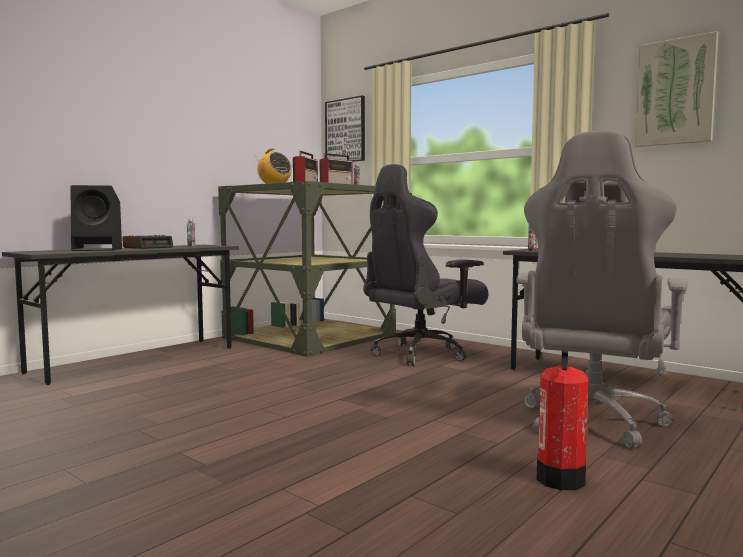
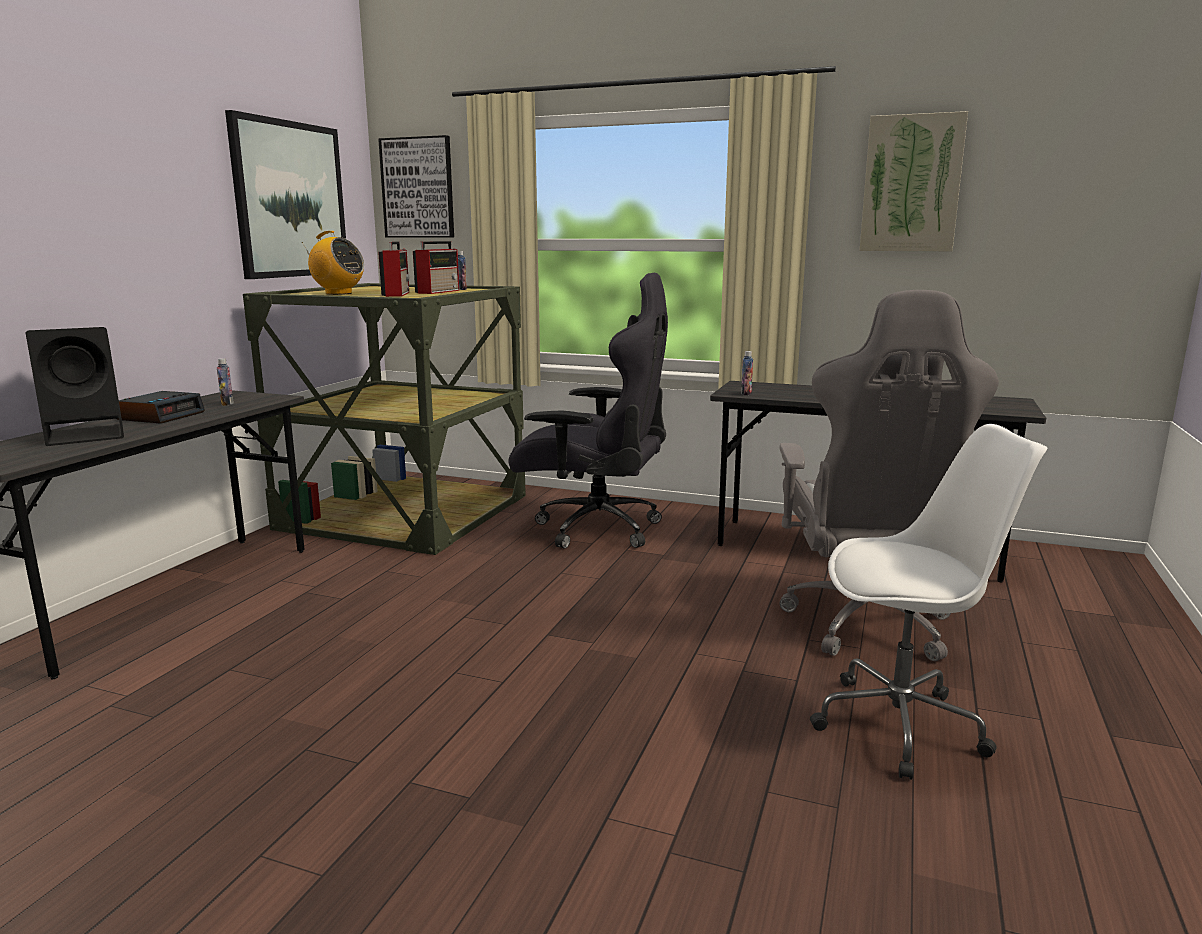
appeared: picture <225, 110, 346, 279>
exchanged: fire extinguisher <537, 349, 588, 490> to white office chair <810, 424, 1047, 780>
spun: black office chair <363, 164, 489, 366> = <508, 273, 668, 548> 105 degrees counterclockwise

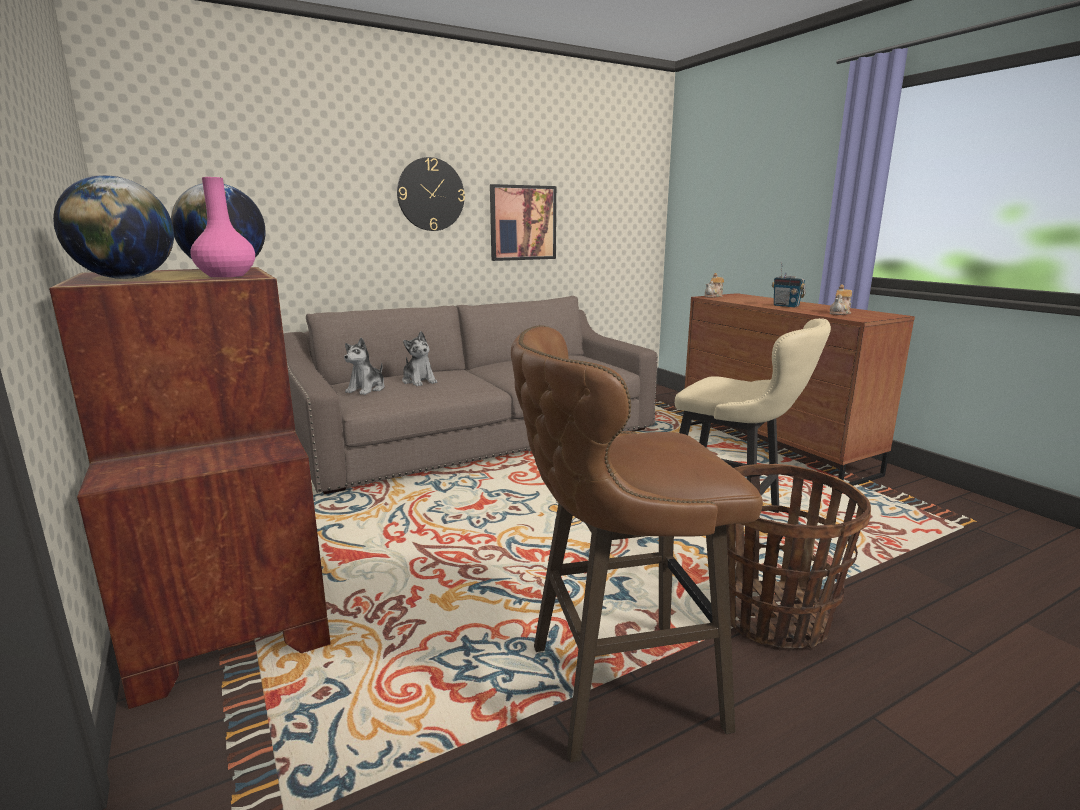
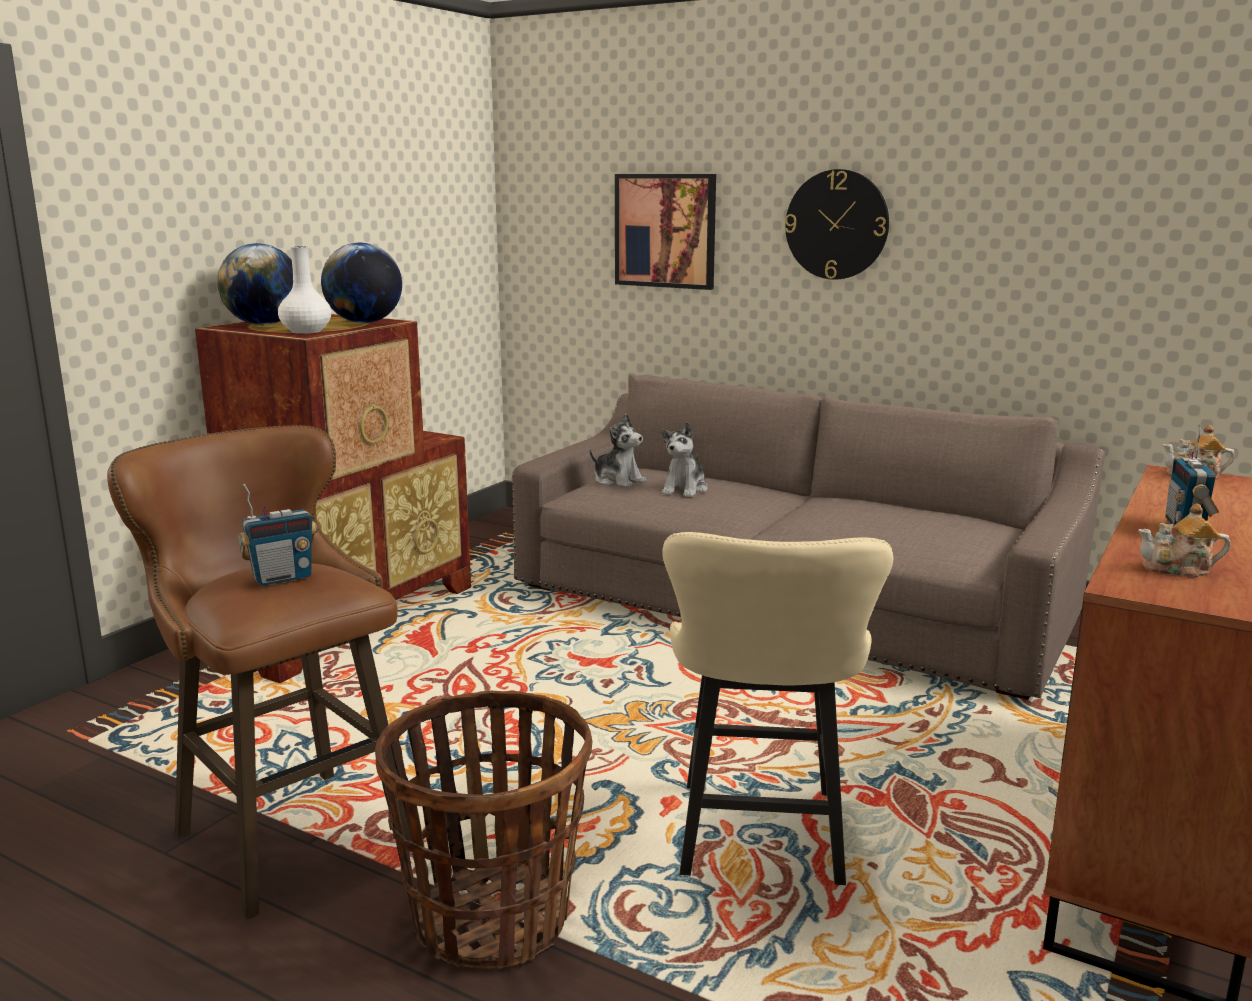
appeared: radio <238, 484, 317, 586>
relocated: picture <490, 184, 556, 261> to <615, 174, 716, 290>
colour: pink vase <190, 177, 255, 278> to white vase <278, 246, 332, 334>
spun: plush toy <344, 337, 385, 395> = <590, 414, 646, 488> 135 degrees counterclockwise

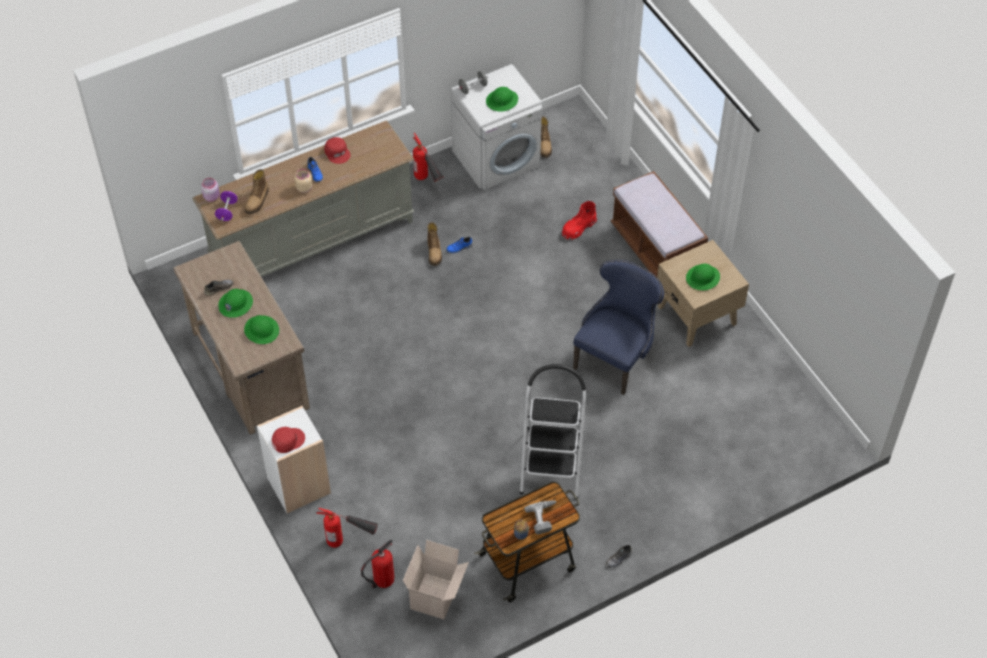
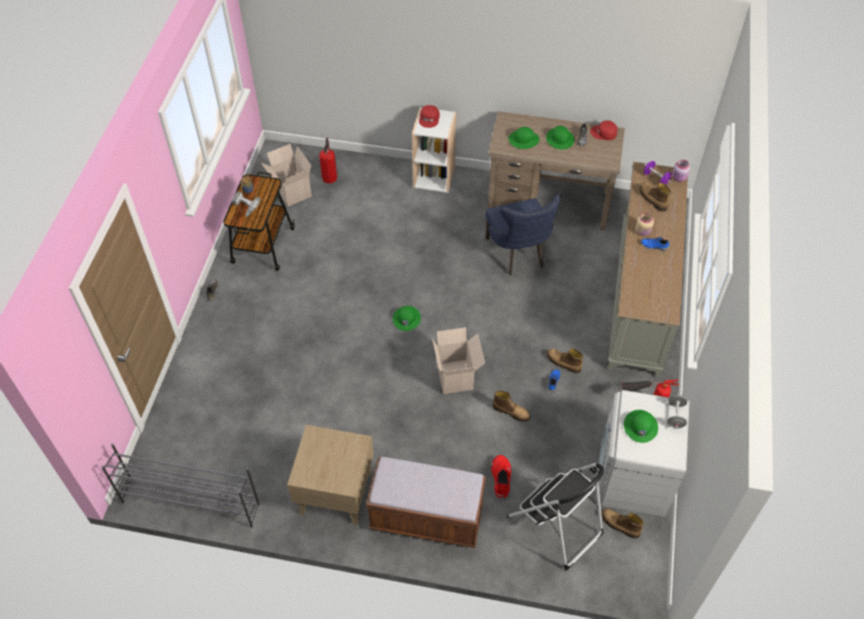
missing: fire extinguisher <316, 508, 378, 548>
appeared: grey shoe rack <101, 443, 260, 528>; cardboard box <432, 327, 485, 394>; boot <493, 390, 531, 422>
relocated: red cap <324, 137, 351, 164> to <590, 120, 617, 140>; step ladder <520, 364, 586, 499> to <507, 463, 604, 571>; blue chair <573, 260, 664, 395> to <485, 194, 561, 275>; green hard hat <686, 264, 720, 290> to <392, 306, 421, 331>

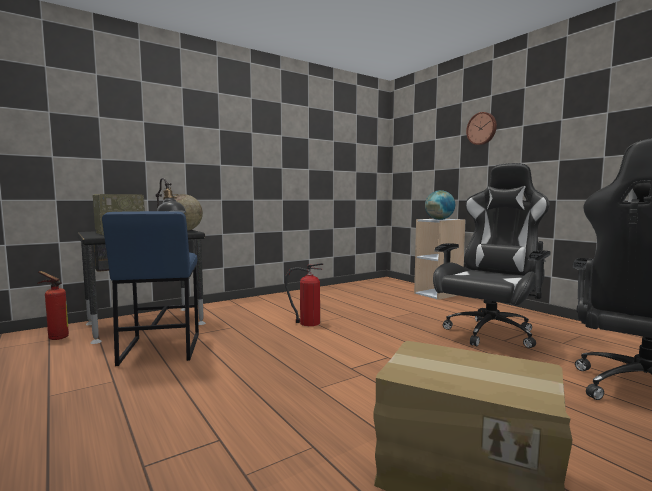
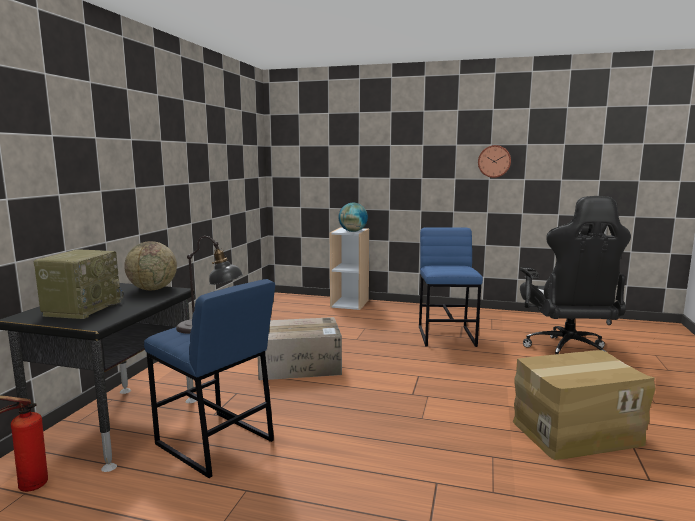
relocated: wall clock <466, 112, 497, 145> to <478, 145, 511, 178>
exchanged: fire extinguisher <285, 263, 323, 326> to cardboard box <258, 317, 342, 380>; black office chair <433, 163, 551, 348> to blue stool <419, 227, 483, 347>

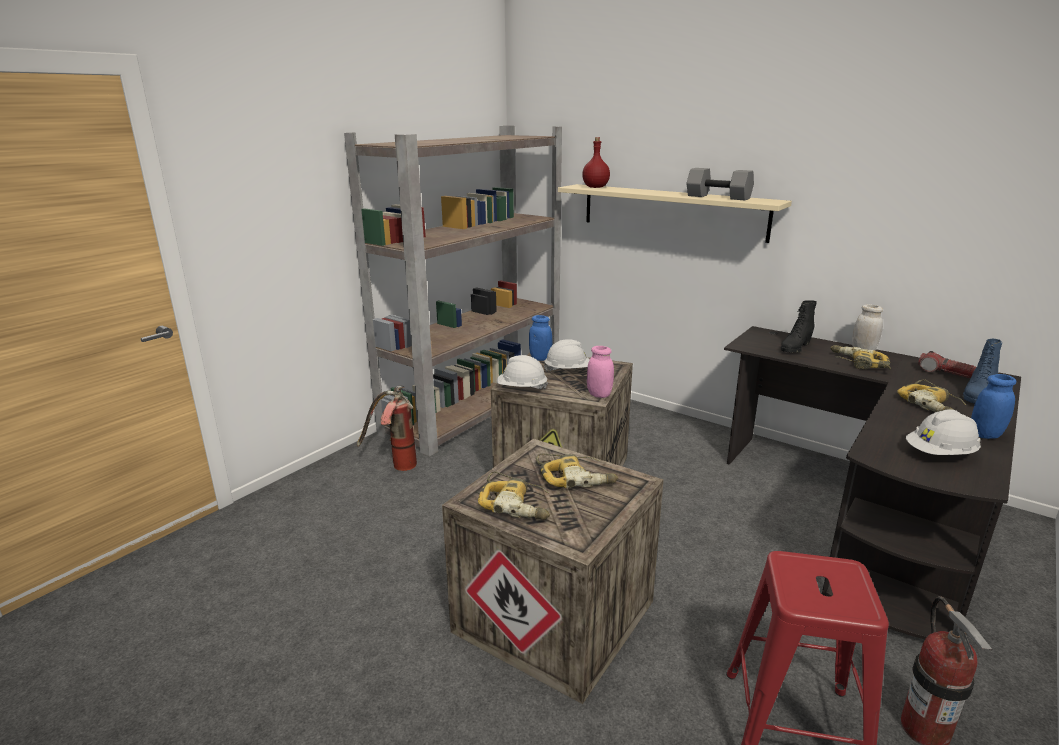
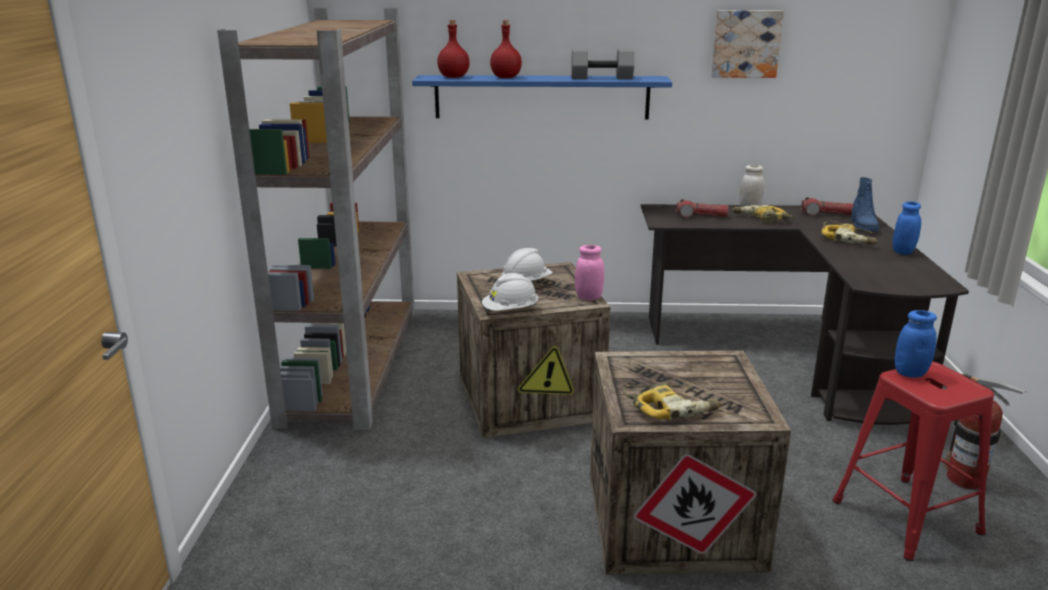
missing: fire extinguisher <357, 386, 417, 471>; power drill <536, 453, 618, 488>; white hard hat <906, 409, 981, 455>
appeared: red bottle <490, 20, 522, 78>; picture <711, 10, 784, 78>
relocated: blue jar <529, 315, 552, 361> to <895, 310, 937, 378>
exchanged: black boot <781, 300, 817, 353> to flashlight <676, 199, 728, 218>
colour: beige shelf <558, 184, 792, 243> to blue shelf <412, 75, 672, 120>

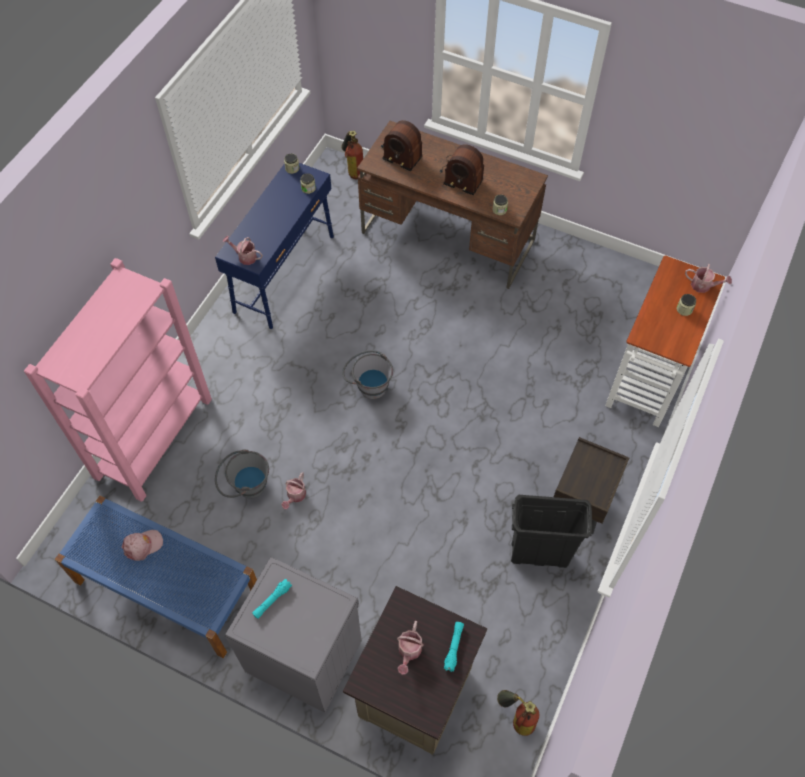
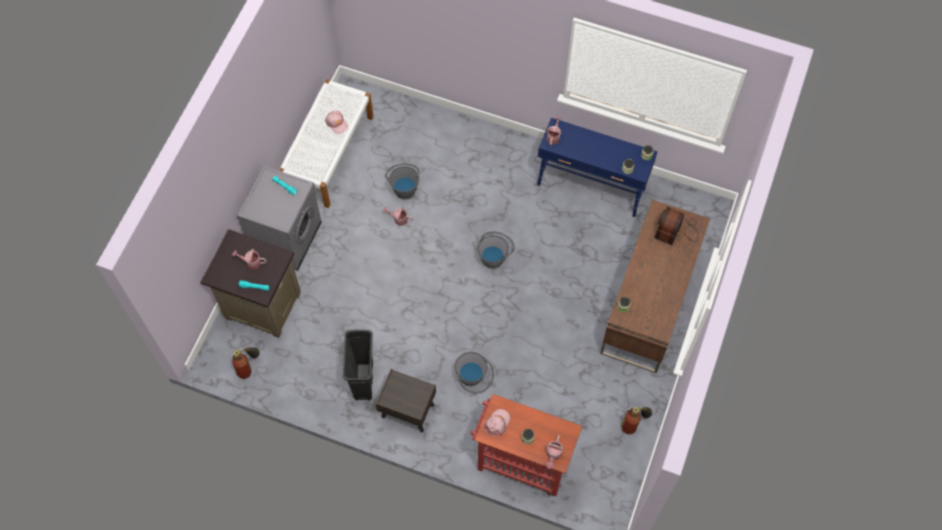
missing: pink bookcase <24, 258, 212, 502>; radio <440, 144, 484, 195>
appeared: grey bucket <455, 352, 494, 393>; pink cap <484, 409, 510, 436>
relocated: fire extinguisher <341, 131, 363, 179> to <621, 407, 652, 434>
colour: blue bench <55, 496, 257, 658> to white bench <279, 79, 373, 208>; white cart <605, 255, 725, 427> to red cart <471, 394, 582, 496>

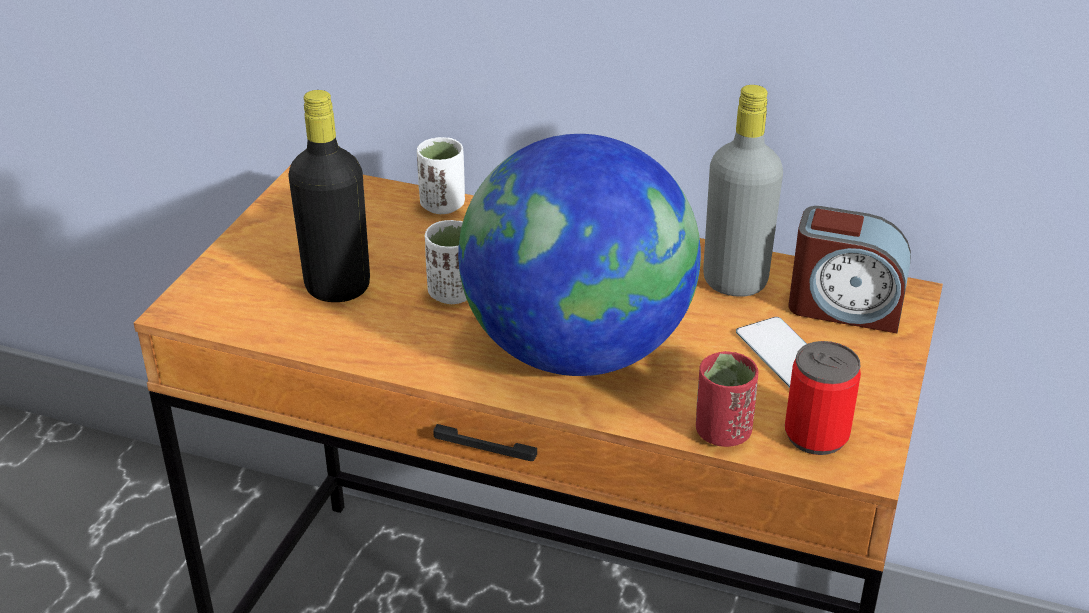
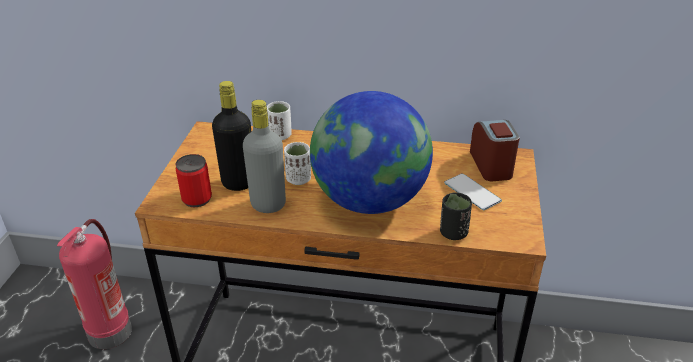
appeared: fire extinguisher <57, 219, 132, 349>
relocated: grey bottle <703, 85, 783, 297> to <243, 100, 286, 213>; can <785, 341, 861, 455> to <176, 154, 212, 207>
colour: red cup <696, 351, 758, 447> to black cup <440, 193, 472, 240>
spun: alarm clock <788, 206, 911, 333> = <470, 120, 520, 181> 105 degrees counterclockwise

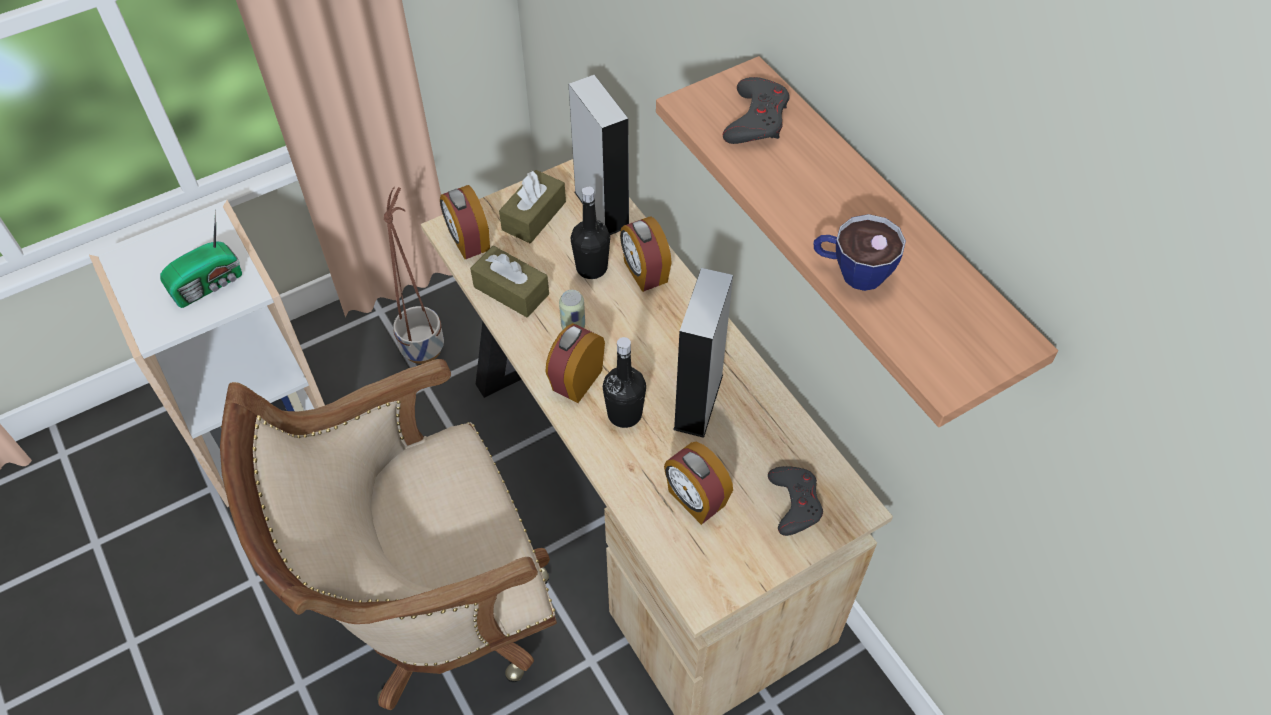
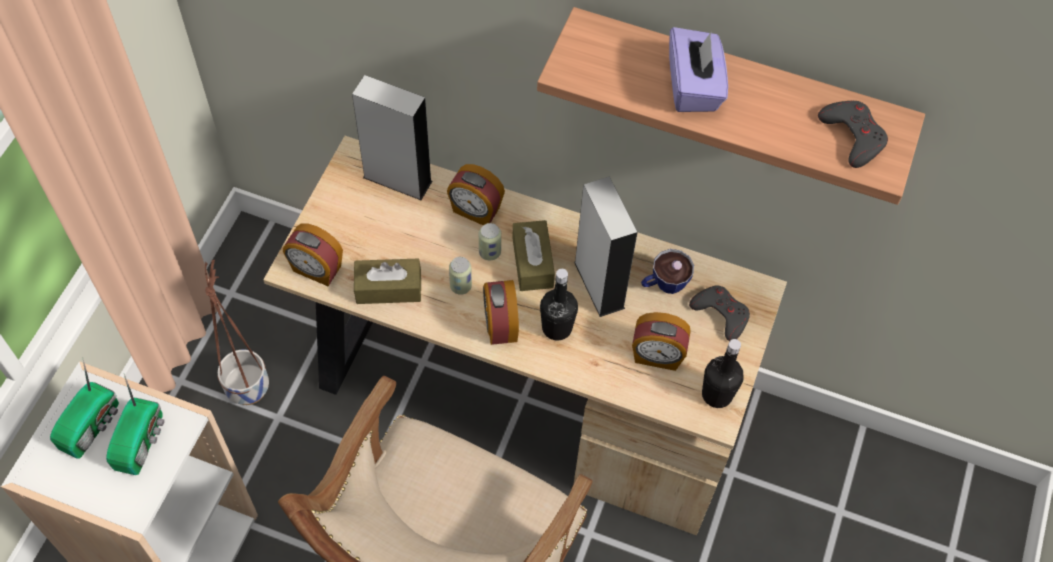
appeared: radio <50, 359, 119, 458>; can <479, 223, 501, 260>; purple tissue box <669, 27, 728, 112>
relocated: brown tissue box <499, 170, 566, 243> to <512, 220, 555, 291>; black bottle <571, 186, 610, 279> to <702, 339, 744, 408>; grey game controller <723, 77, 790, 144> to <818, 101, 888, 168>; cup <813, 214, 906, 291> to <641, 249, 694, 294>

